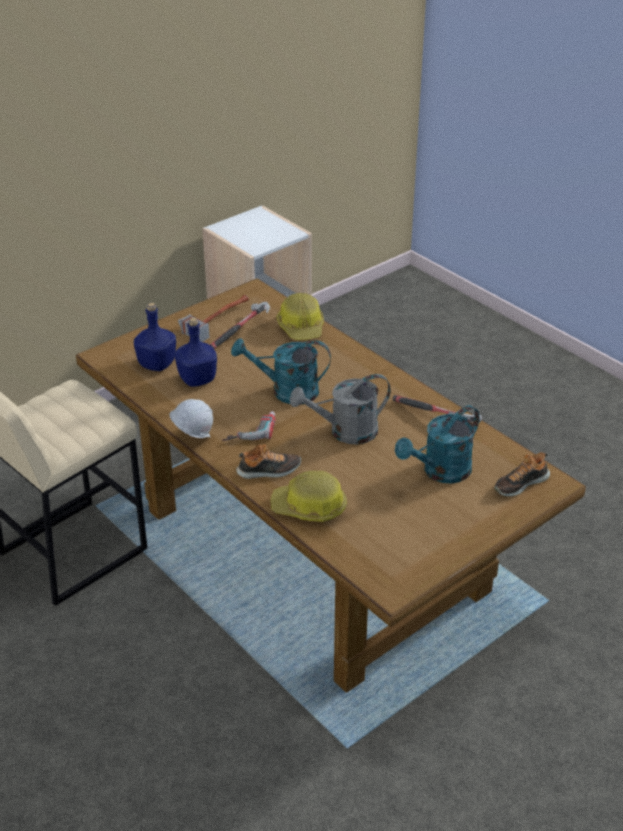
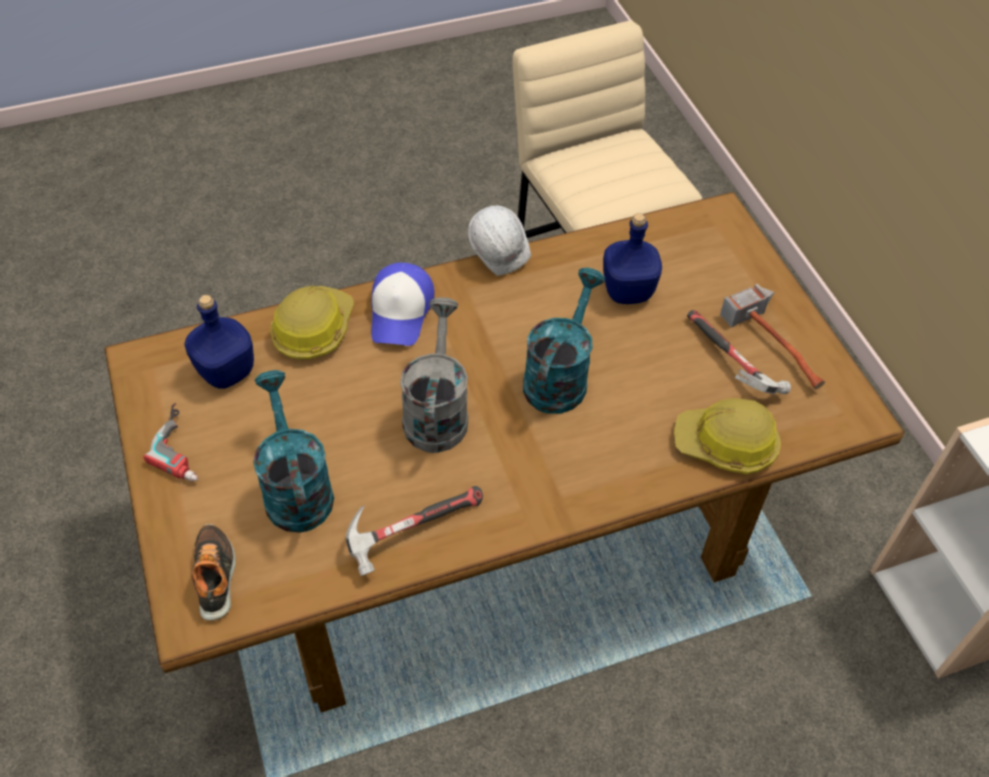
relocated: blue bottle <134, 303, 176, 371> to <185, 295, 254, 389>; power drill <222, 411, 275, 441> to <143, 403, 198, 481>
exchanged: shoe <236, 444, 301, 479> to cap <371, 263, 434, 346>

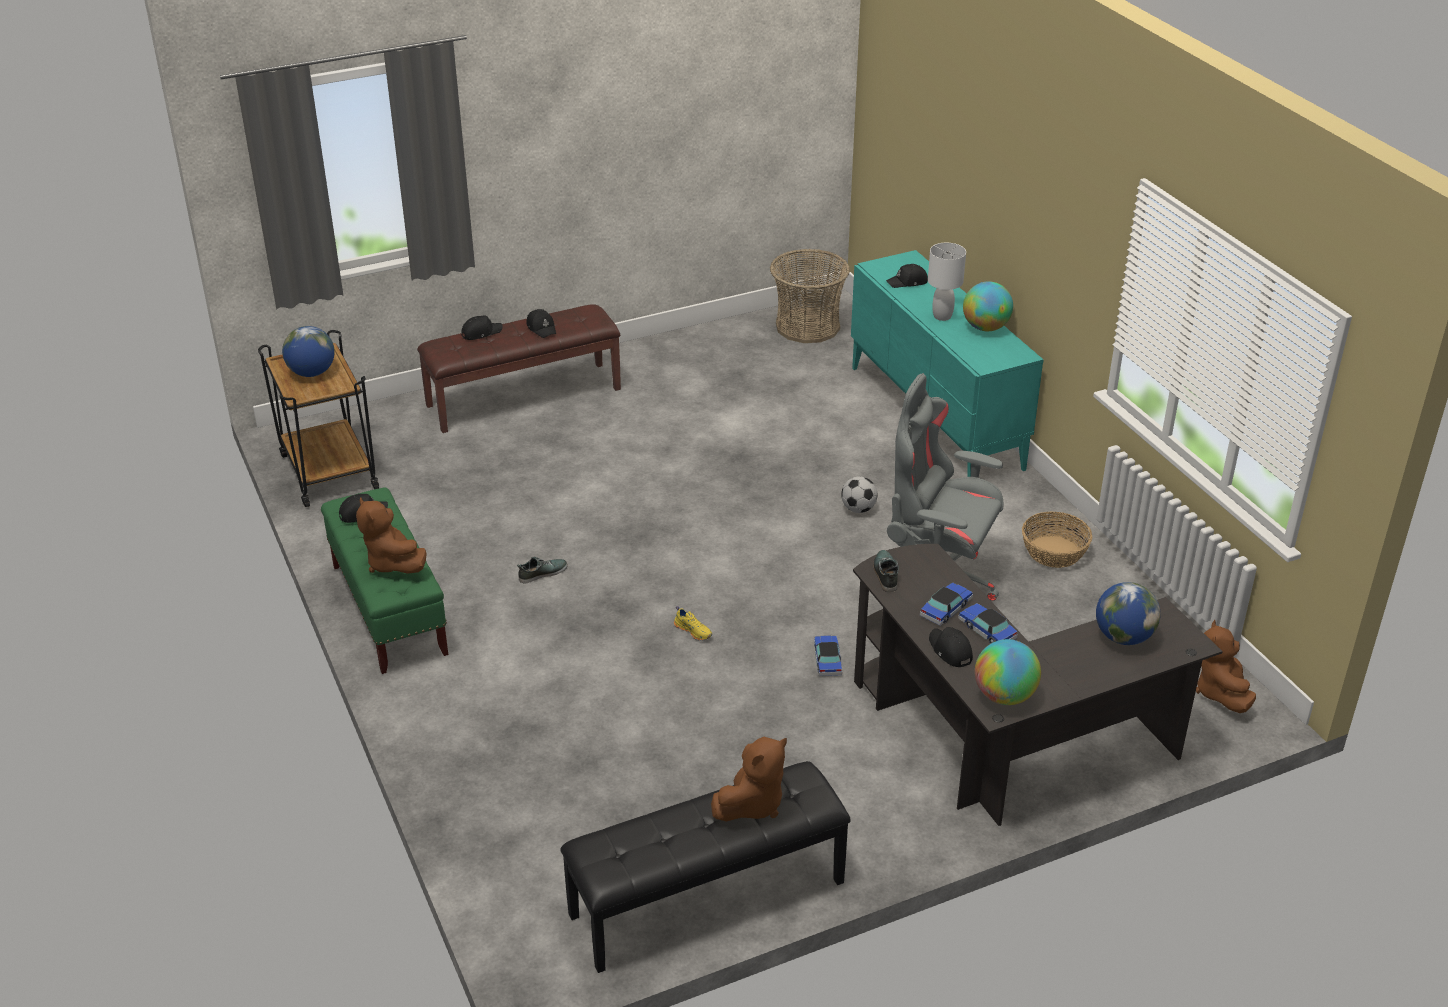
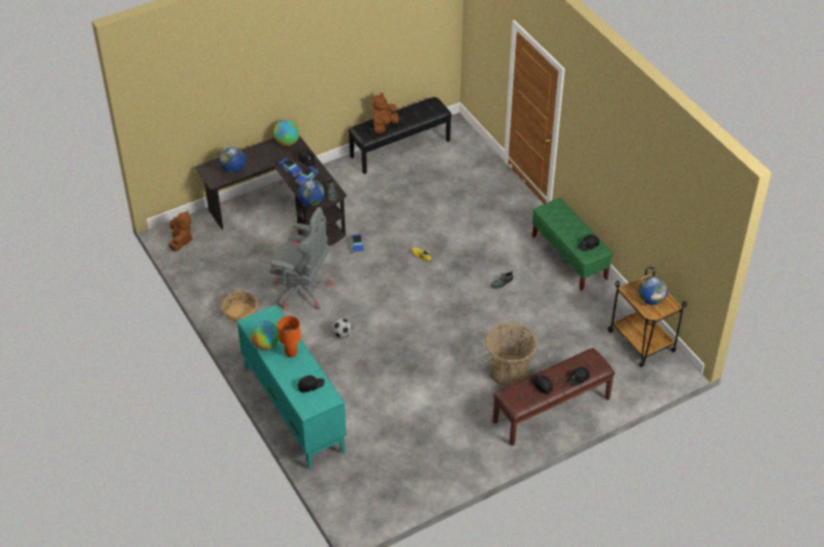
missing: brown plush toy <356, 497, 427, 574>
appeared: globe <298, 179, 325, 206>
relocated: basket <770, 249, 850, 343> to <485, 323, 538, 386>
colour: white table lamp <928, 243, 966, 321> to orange table lamp <278, 316, 301, 358>

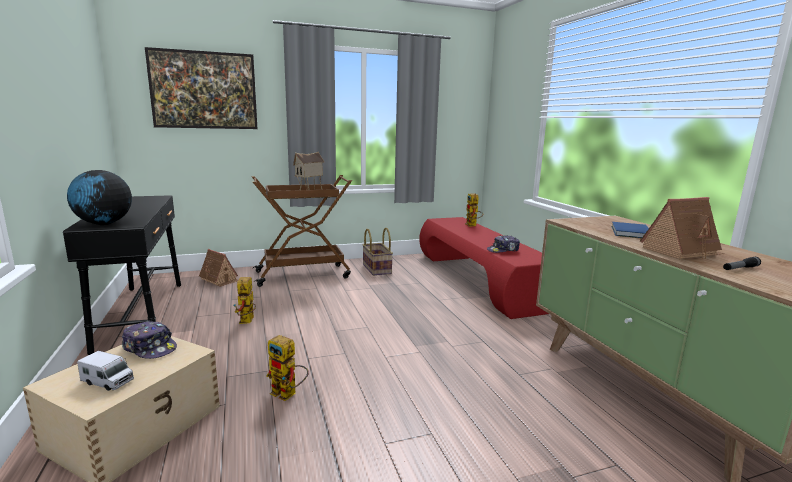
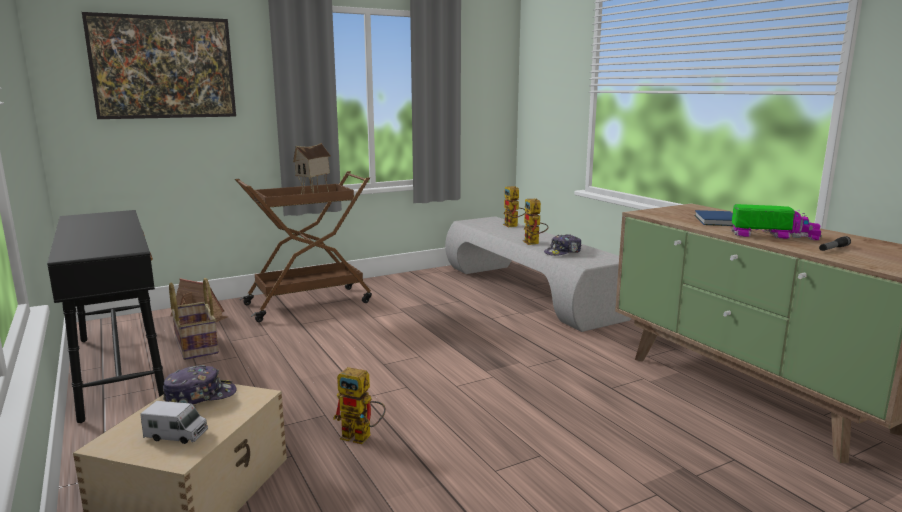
missing: globe <67, 170, 132, 225>
relocated: toy robot <233, 277, 256, 324> to <523, 199, 548, 245>; basket <362, 228, 393, 276> to <169, 278, 219, 360>
exchanged: toy house <640, 197, 724, 259> to toy truck <731, 204, 822, 240>
colour: red bench <419, 217, 549, 319> to grey bench <445, 216, 631, 332>
spun: cap <122, 321, 177, 359> = <163, 366, 236, 404> 45 degrees counterclockwise

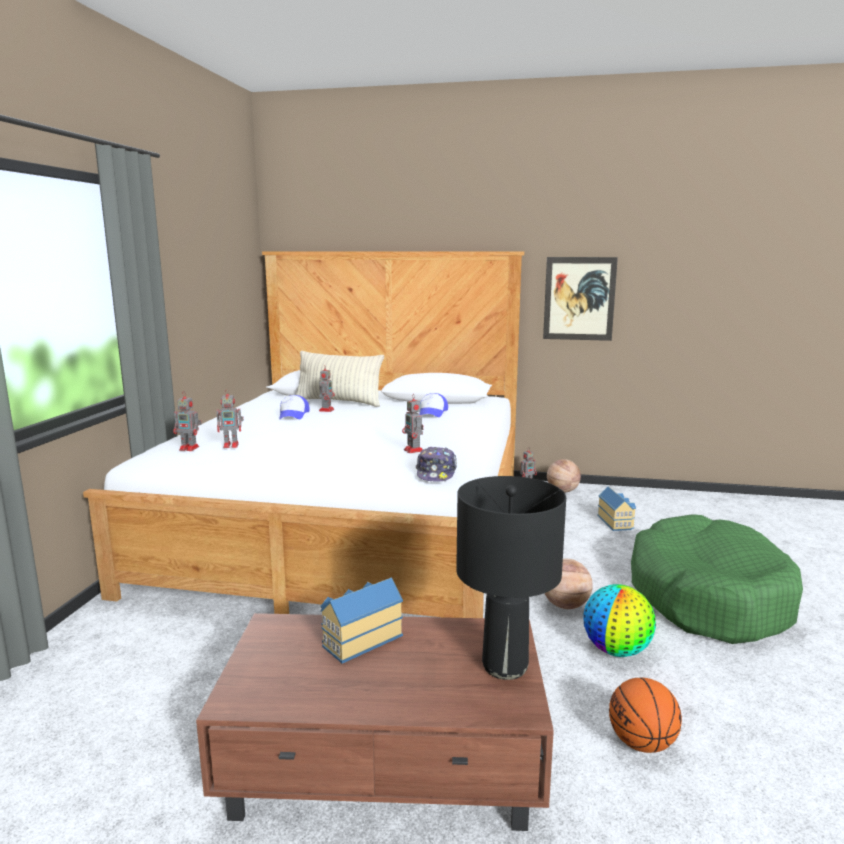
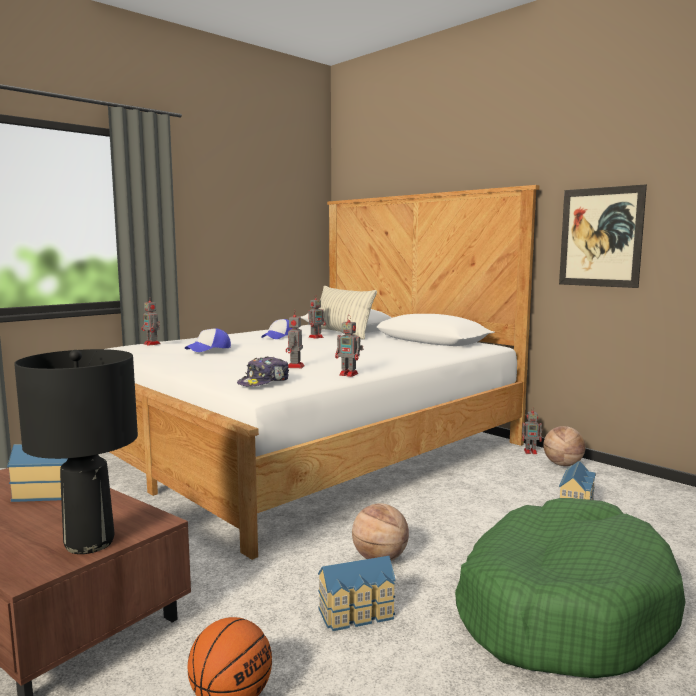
relocated: toy robot <216, 389, 244, 448> to <335, 315, 363, 377>; cap <419, 393, 448, 417> to <185, 328, 231, 352>
exchanged: globe <583, 584, 656, 657> to toy house <318, 556, 396, 631>

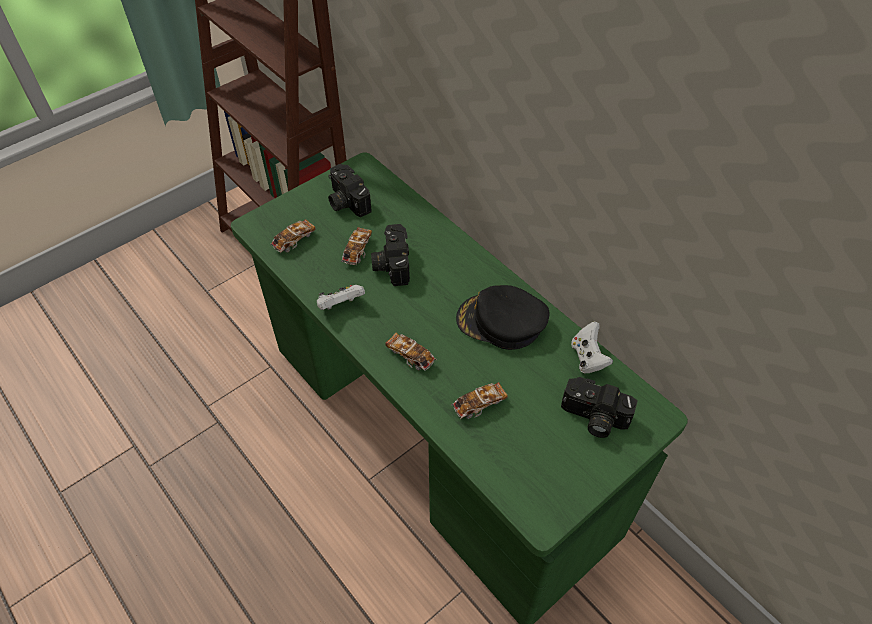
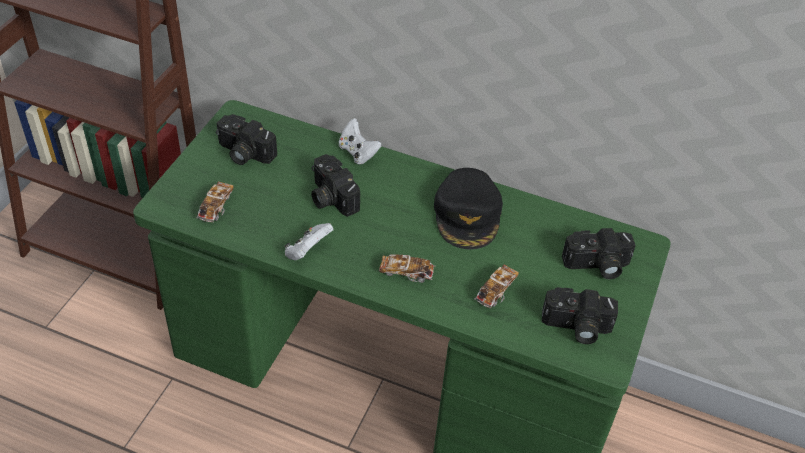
missing: toy car <341, 227, 372, 265>
appeared: photo camera <542, 287, 618, 344>
relocated: white game controller <571, 322, 613, 374> to <339, 118, 382, 164>
spun: black cap <456, 285, 550, 350> = <434, 168, 503, 249> 75 degrees counterclockwise

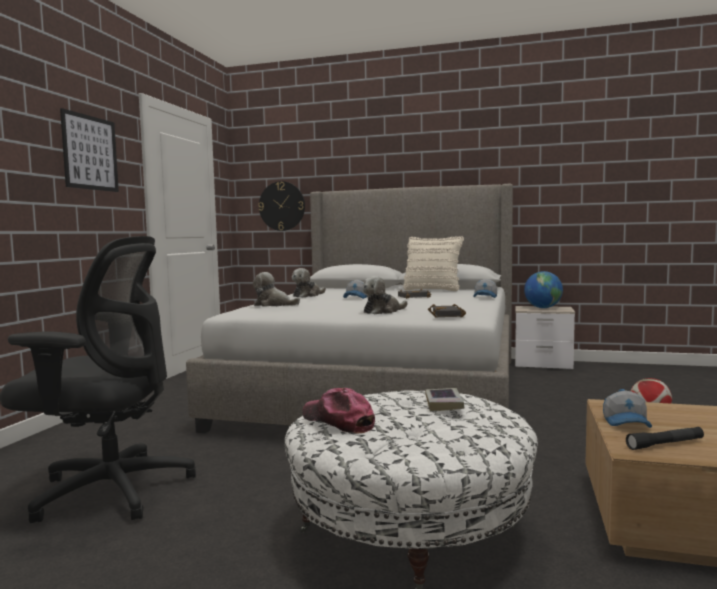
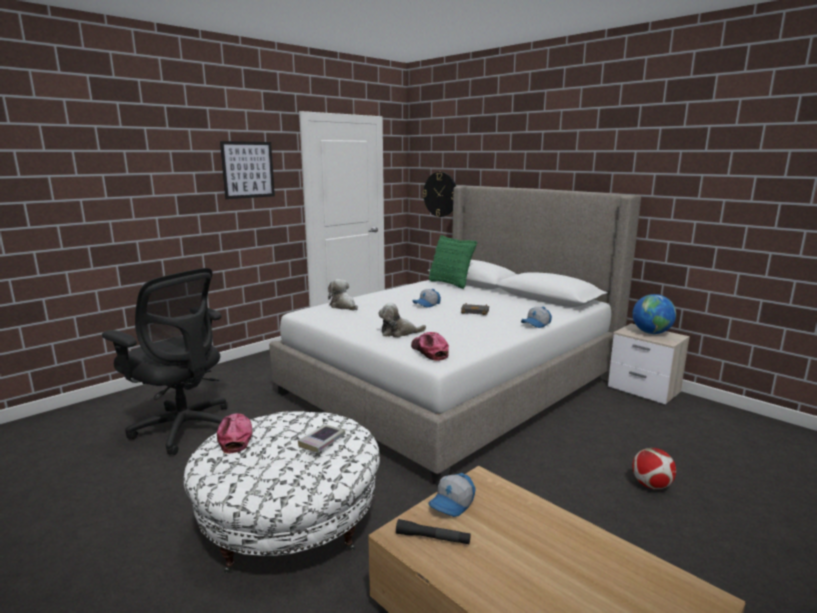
missing: plush toy <292, 268, 326, 298>; beige pillow <403, 236, 464, 291>
appeared: green pillow <429, 235, 477, 289>
exchanged: black book <428, 304, 466, 318> to cap <411, 332, 449, 361>

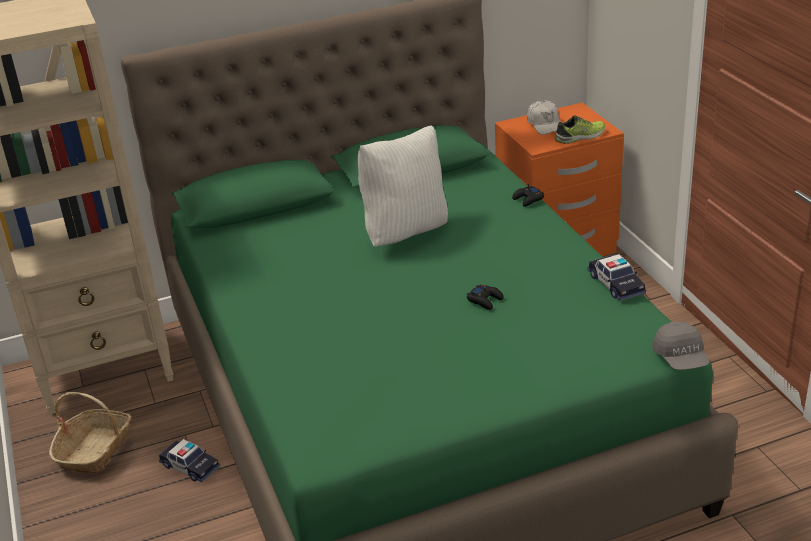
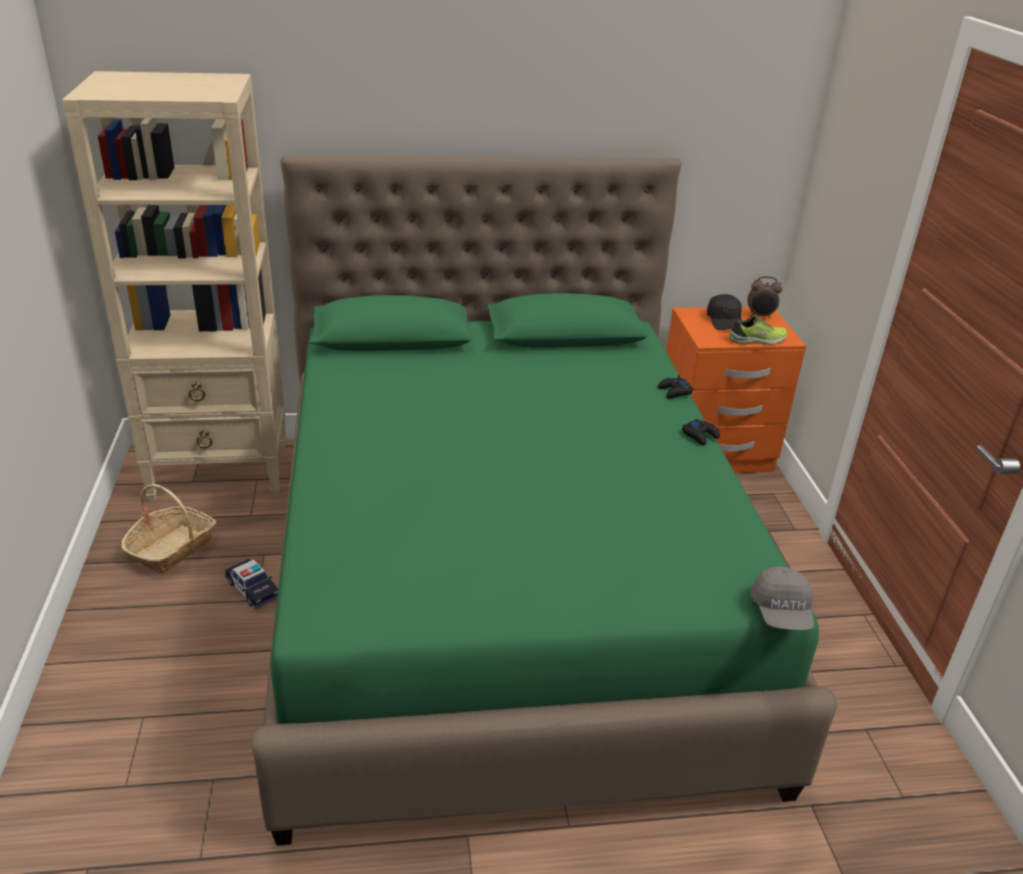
missing: white pillow <358, 126, 448, 247>; toy car <587, 254, 646, 301>
appeared: alarm clock <748, 276, 782, 319>
relocated: black game controller <467, 285, 504, 310> to <682, 419, 720, 445>
colour: white cap <527, 100, 562, 135> to black cap <707, 294, 742, 330>

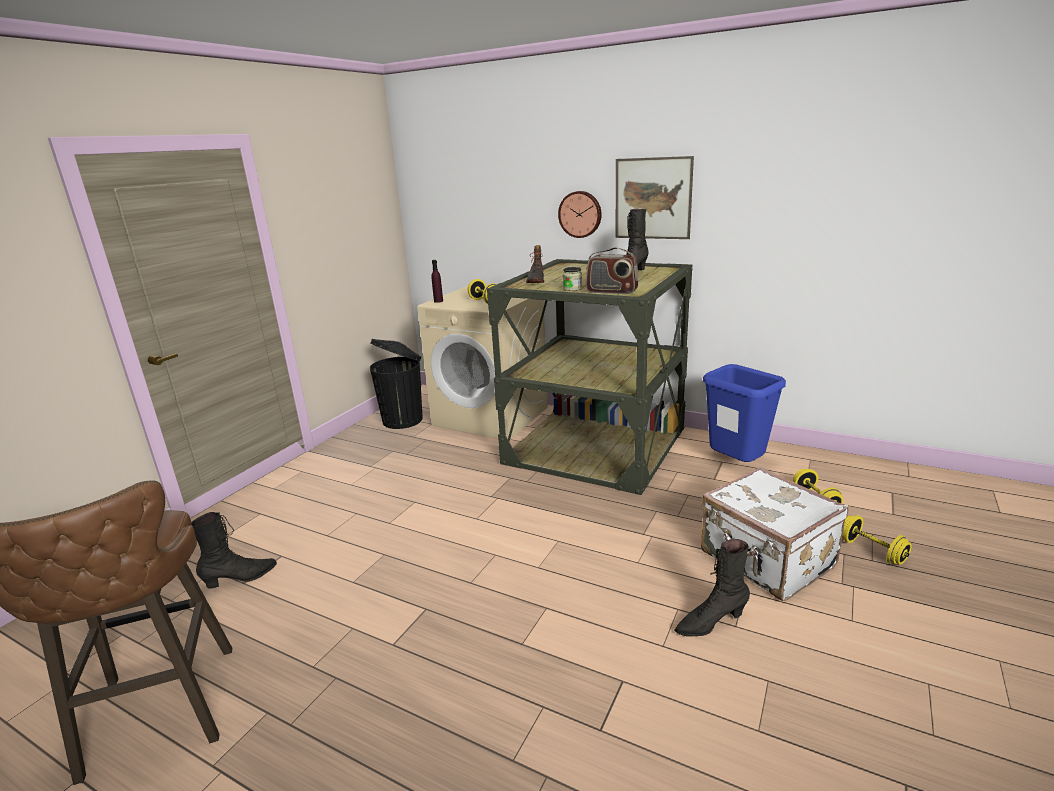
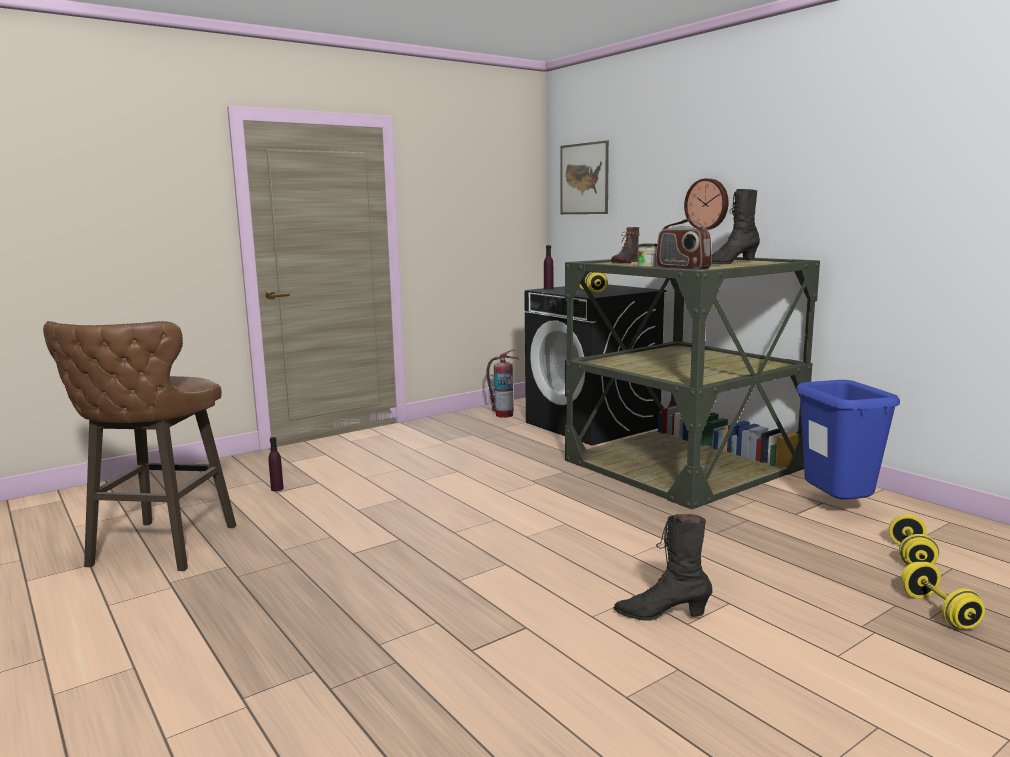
missing: white suitcase <701, 467, 849, 601>
relocated: picture <615, 156, 694, 239> to <560, 140, 609, 214>
exchanged: black boot <191, 512, 277, 588> to purple bottle <269, 437, 284, 491>; black trash can <370, 339, 422, 429> to fire extinguisher <486, 349, 519, 418>
colour: beige washing machine <417, 286, 548, 440> to black washing machine <524, 284, 667, 446>

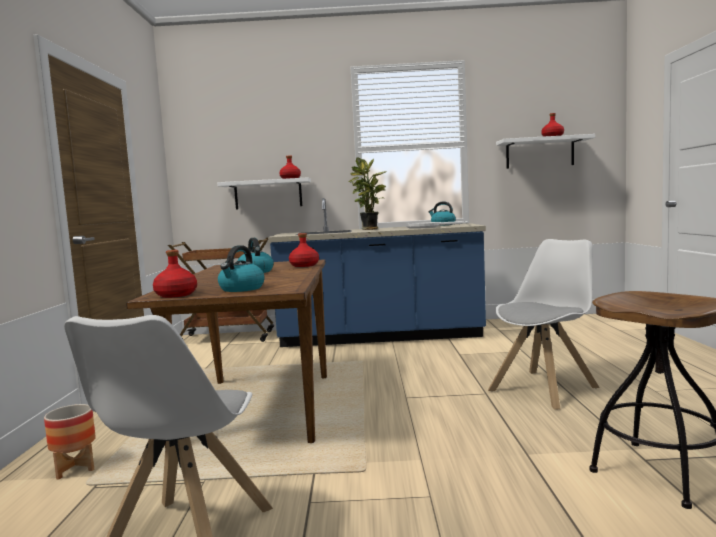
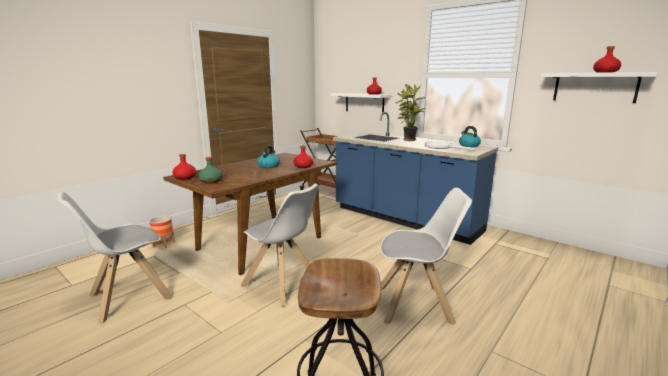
appeared: chair <241, 184, 319, 307>
exchanged: kettle <218, 245, 265, 292> to green bottle <198, 157, 223, 184>

